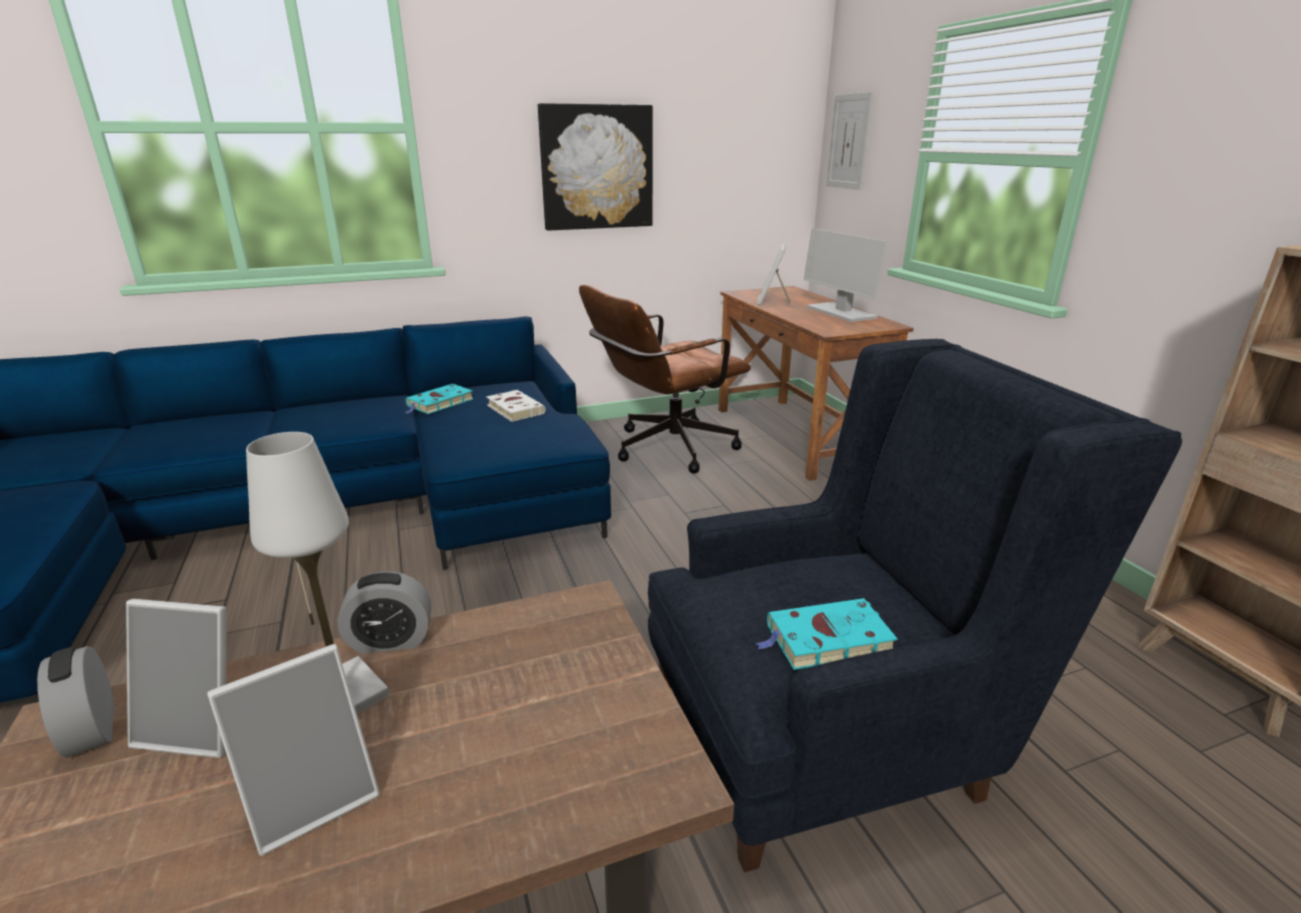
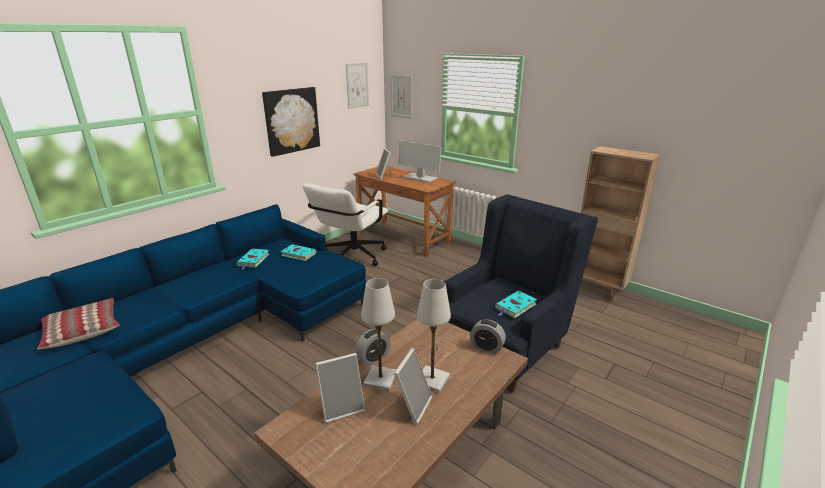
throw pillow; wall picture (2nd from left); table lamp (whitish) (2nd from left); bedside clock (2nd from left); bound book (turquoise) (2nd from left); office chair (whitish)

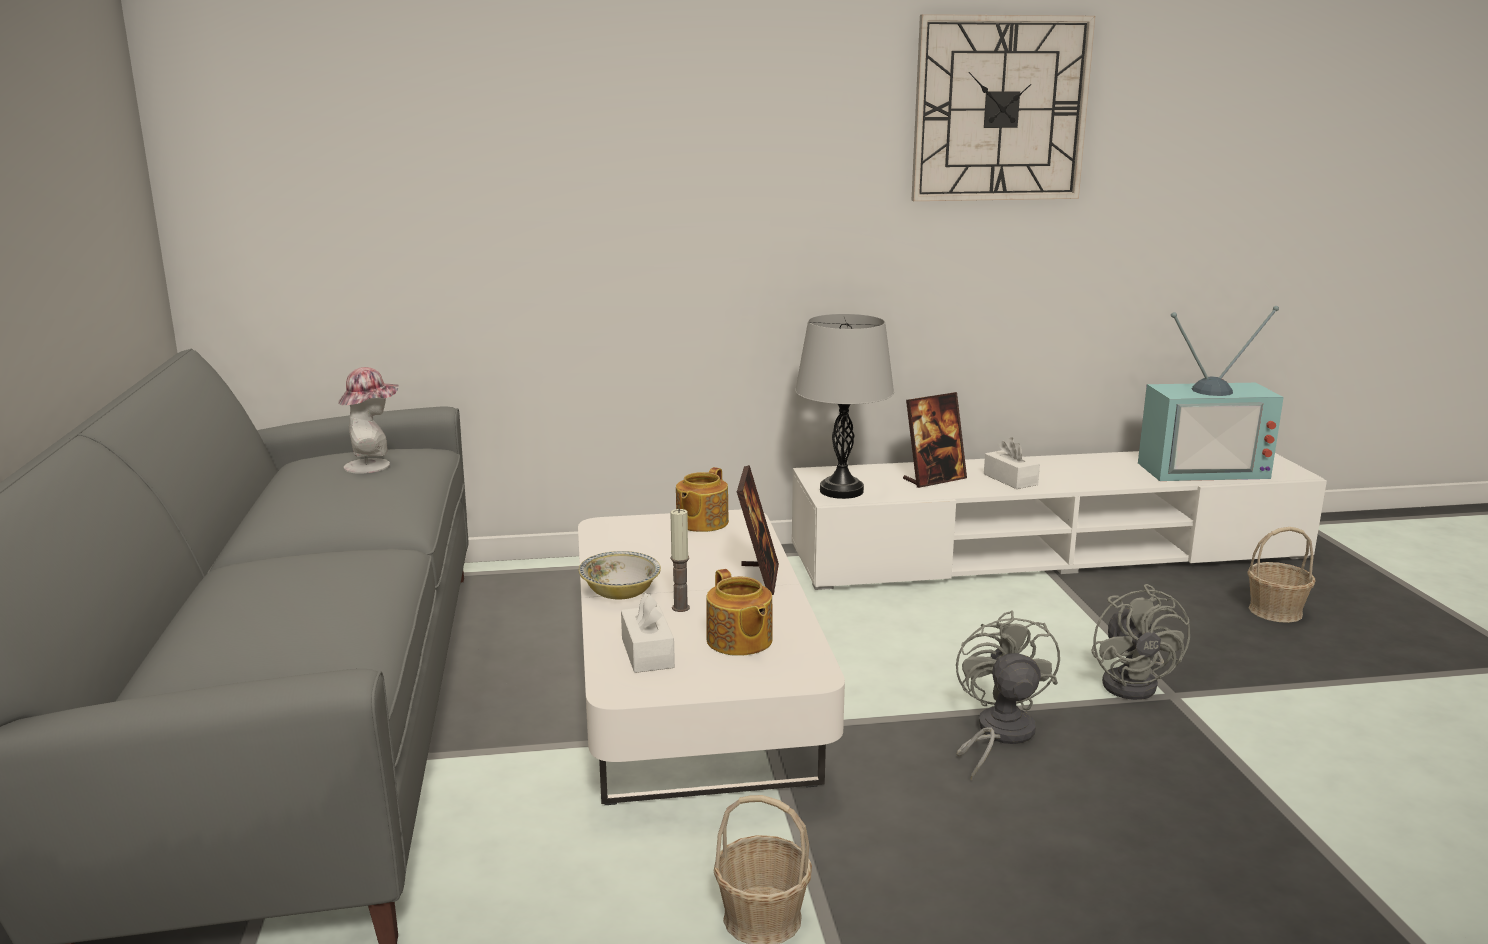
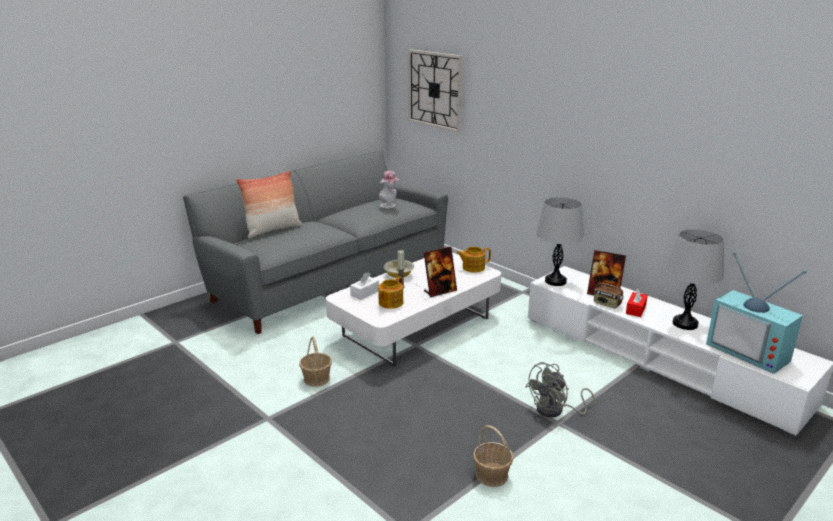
fan (gray) (1st from left in the first image); throw pillow; radio; table lamp (gray) (2nd from left); wall clock; basket (2nd from left); tissue holder (reddish)

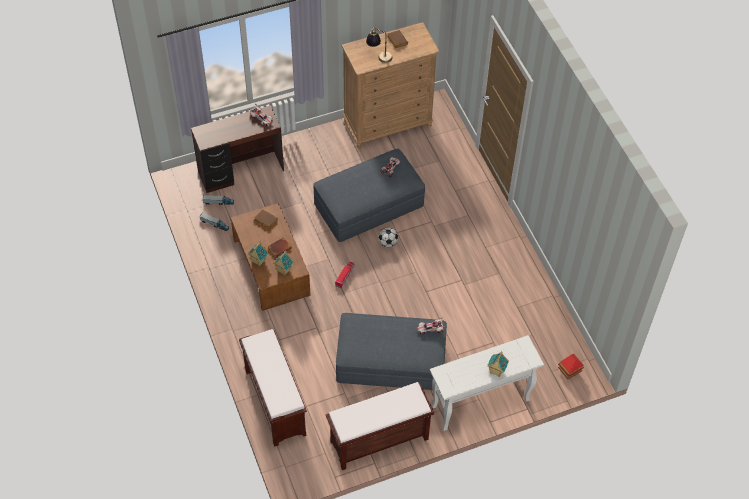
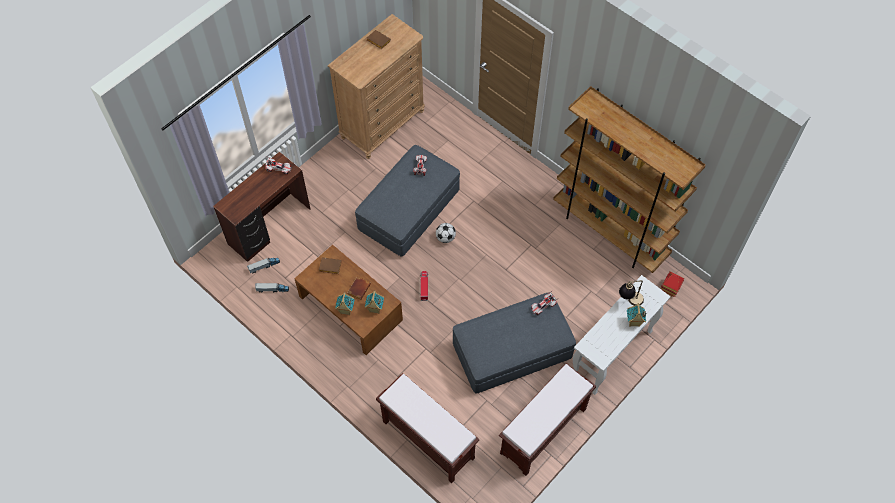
bookshelf (brown-coloured); table lamp

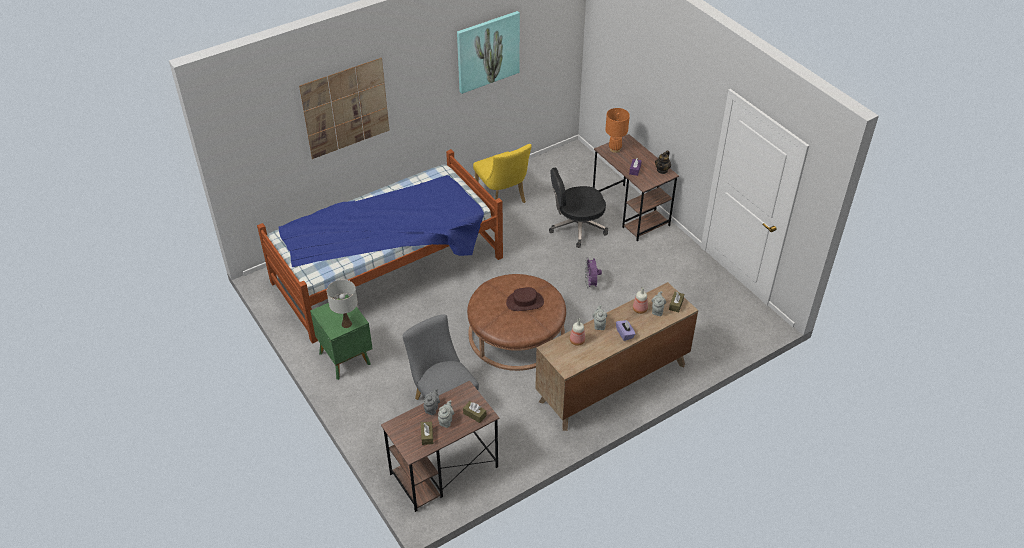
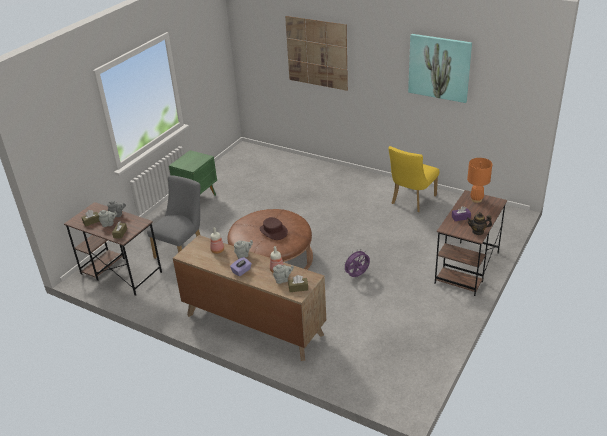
sleeping bed; table lamp (whitish); office chair (black)

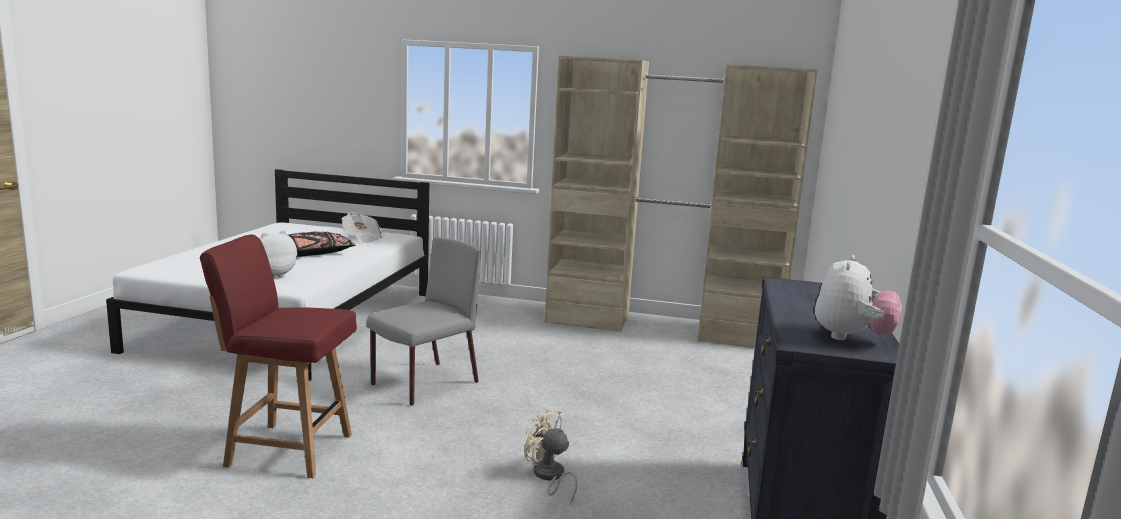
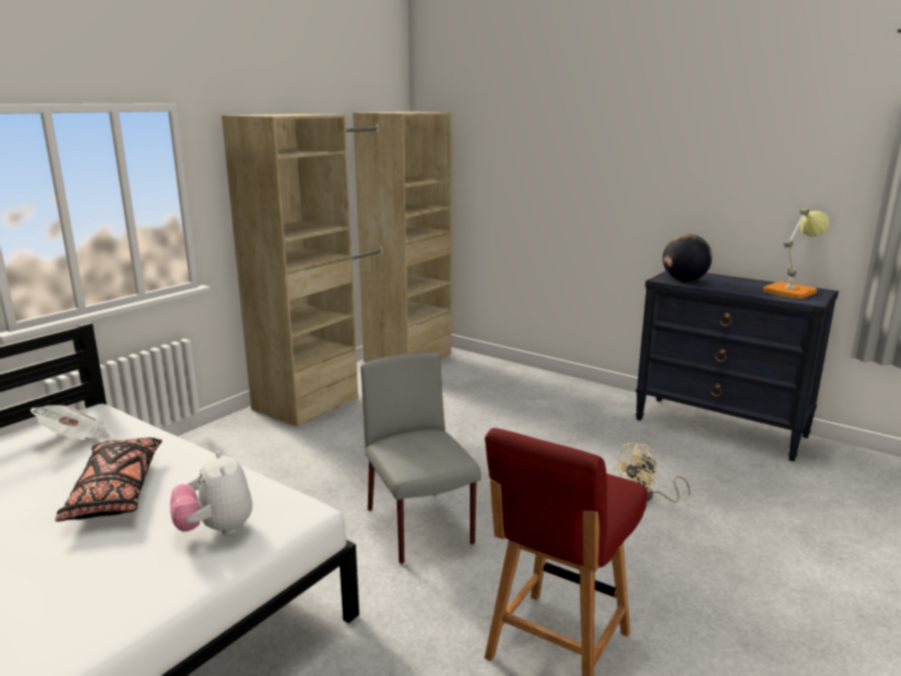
world globe; table lamp

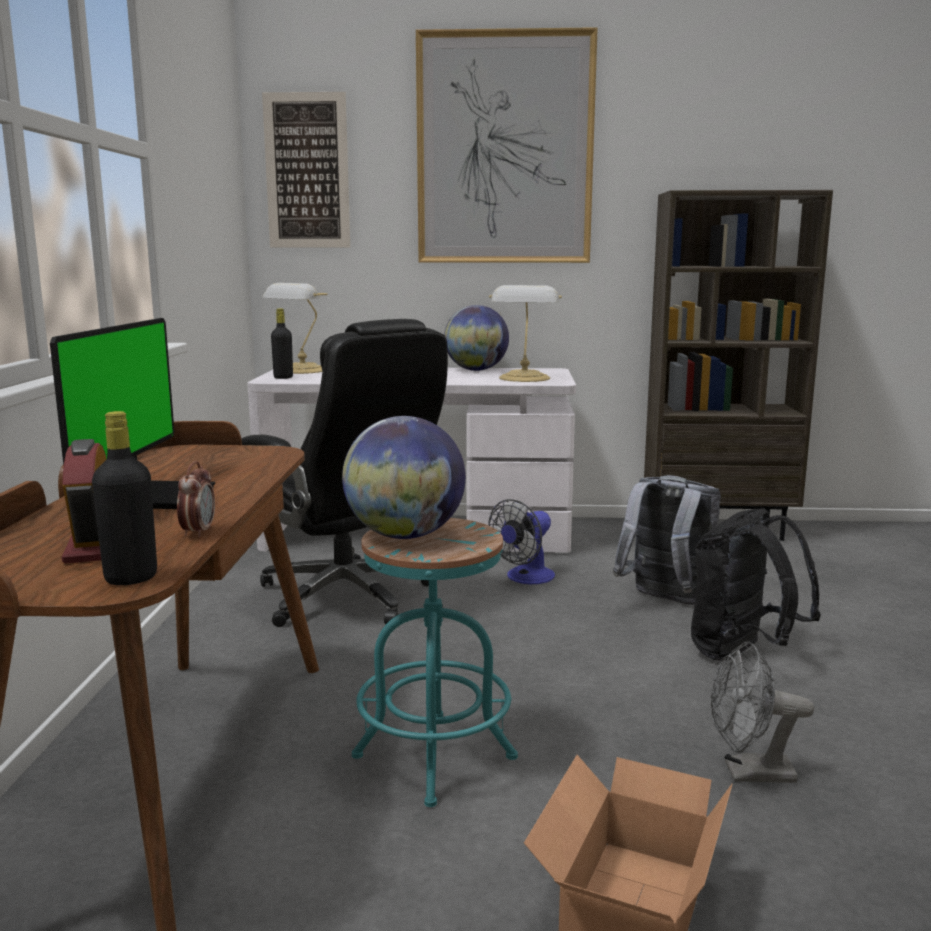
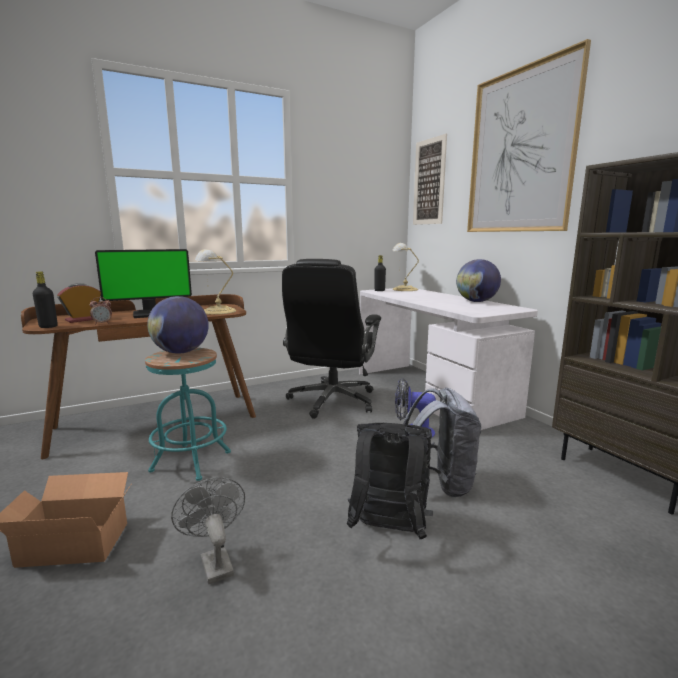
table lamp (1st from left)

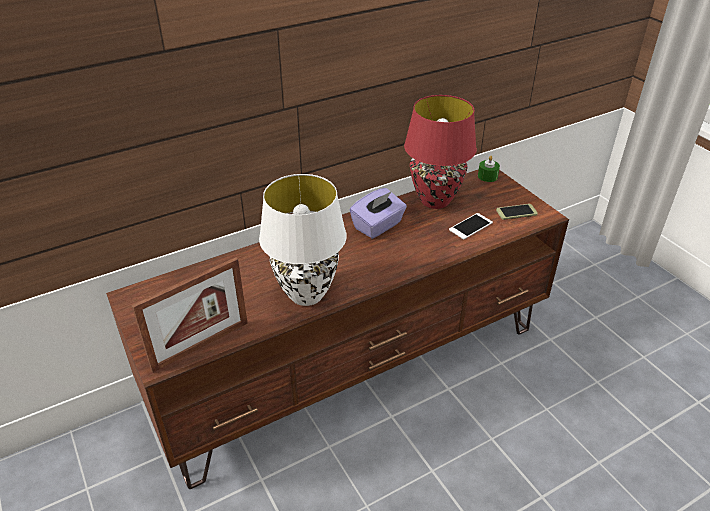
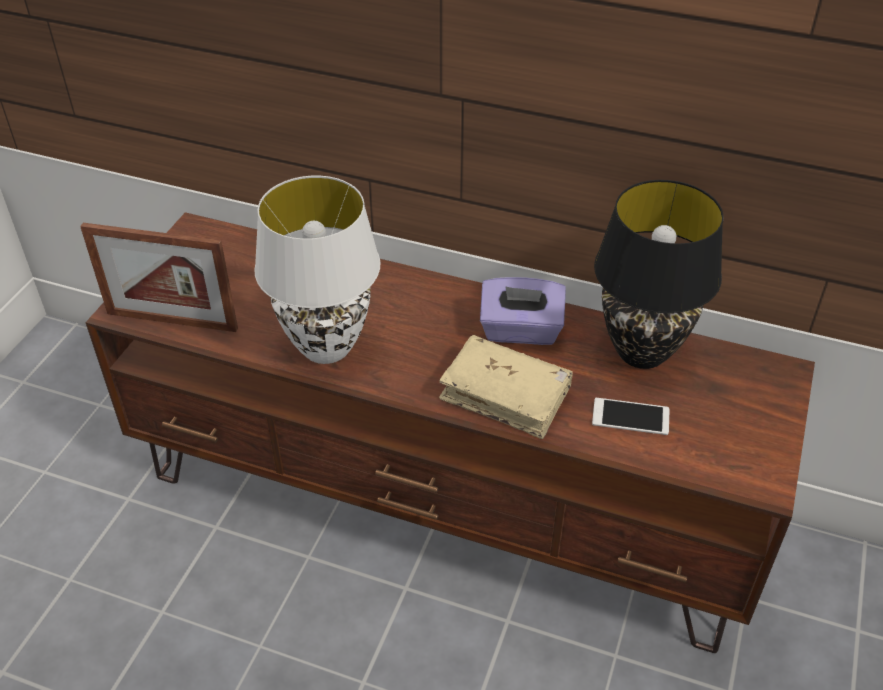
wax light (greenish); handset (2nd from left in the first image); bound book (beige-coloured); table lamp (black)

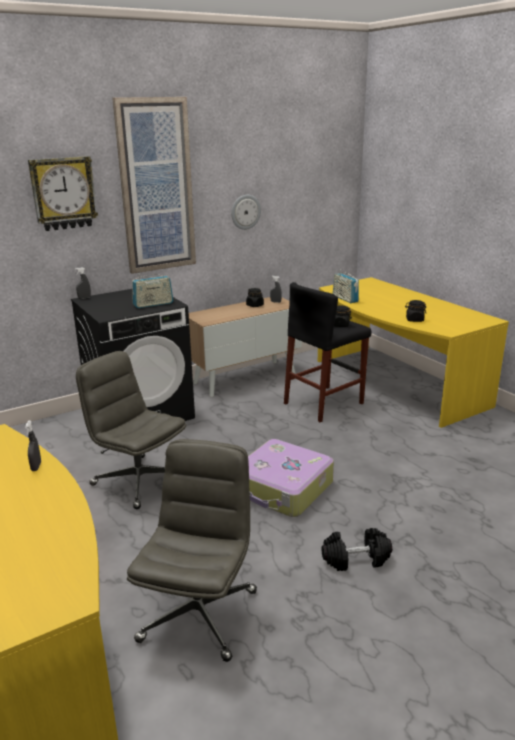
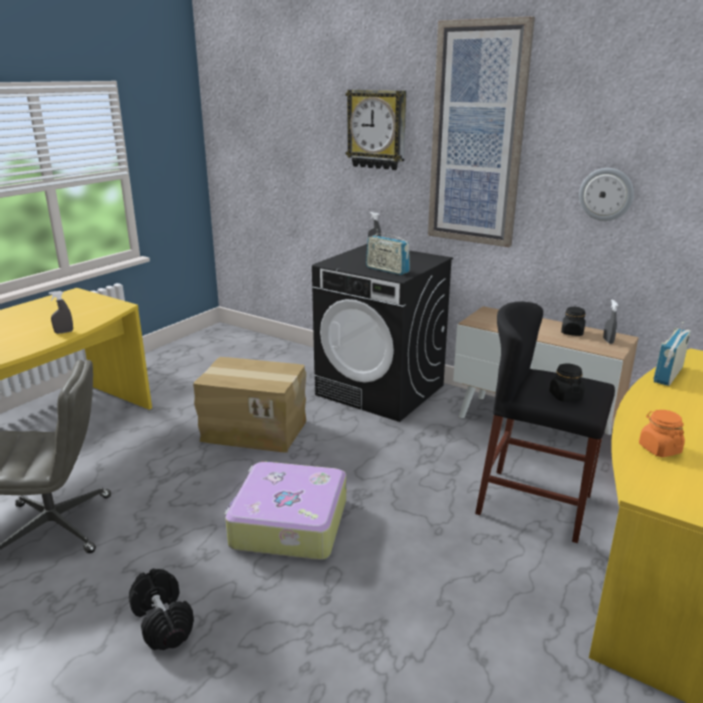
carton; preserve jar (orange)

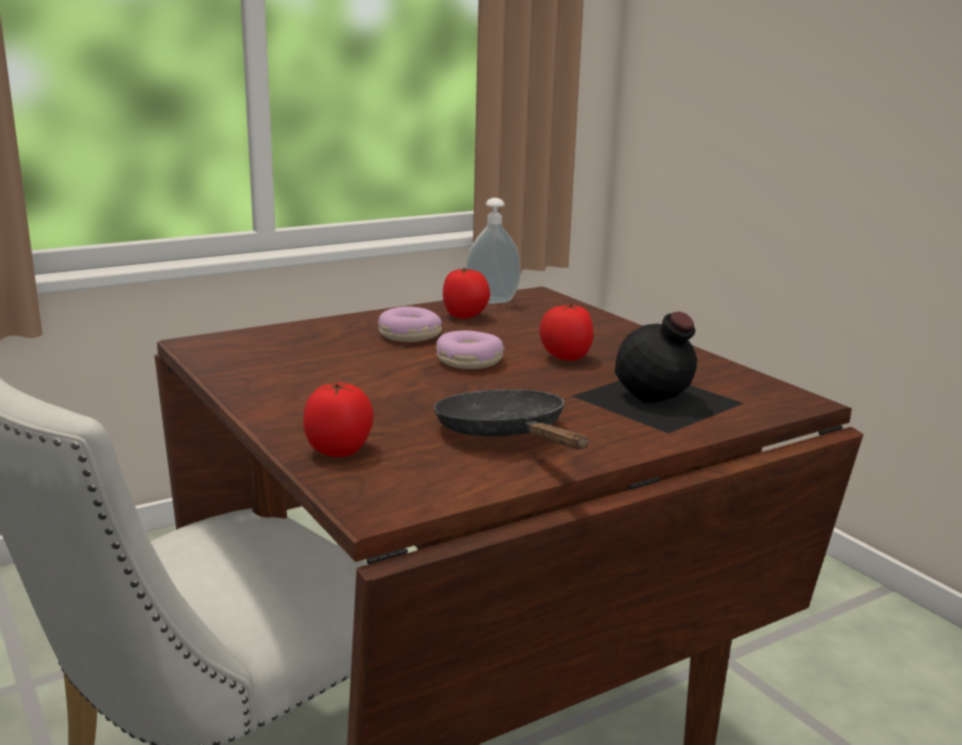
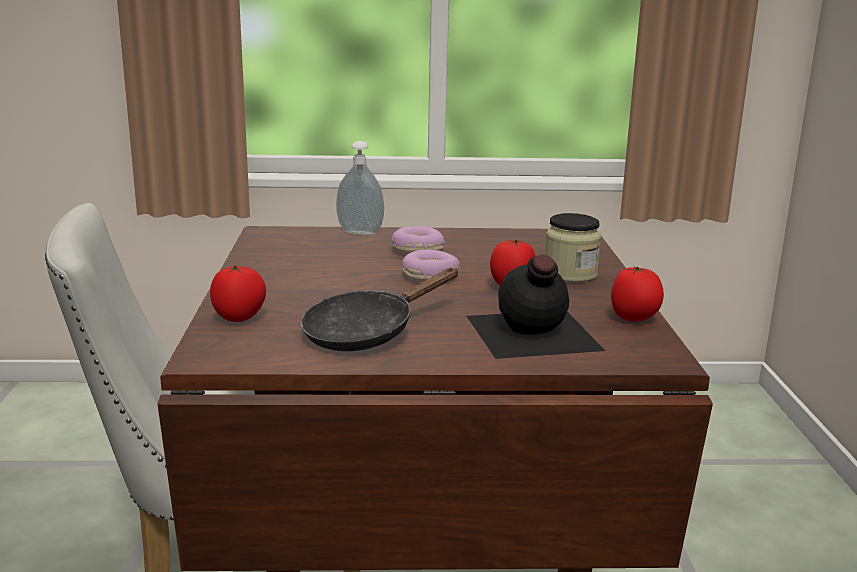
preserve jar; whole tomato (3rd from left); liquid soap bottle; frying pan (black)

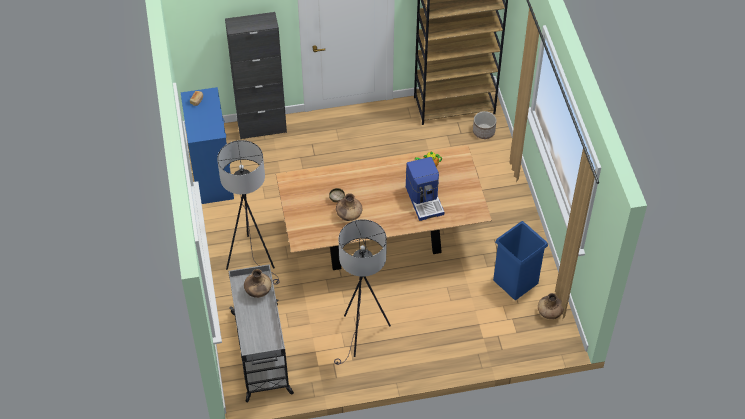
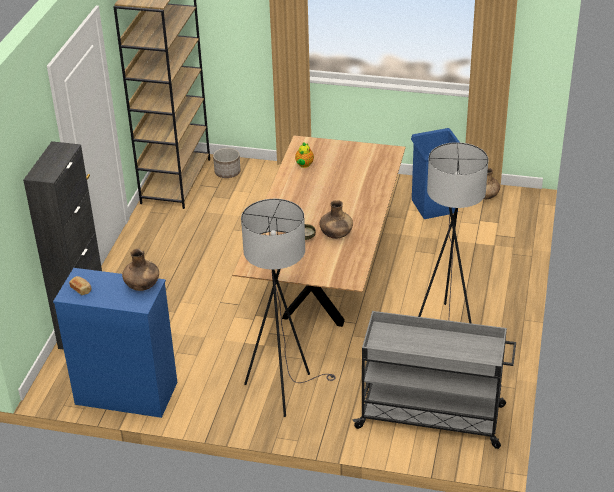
coffee machine; decorative vase (brown-coloured) (1st from left)

